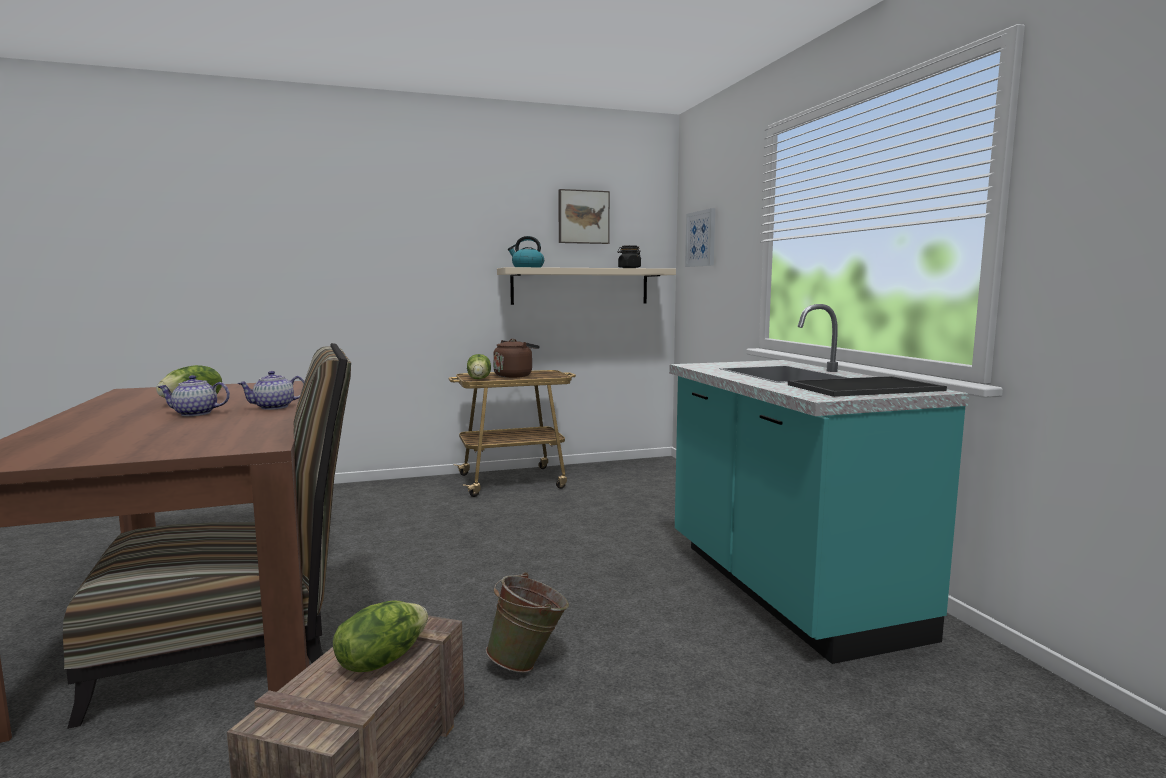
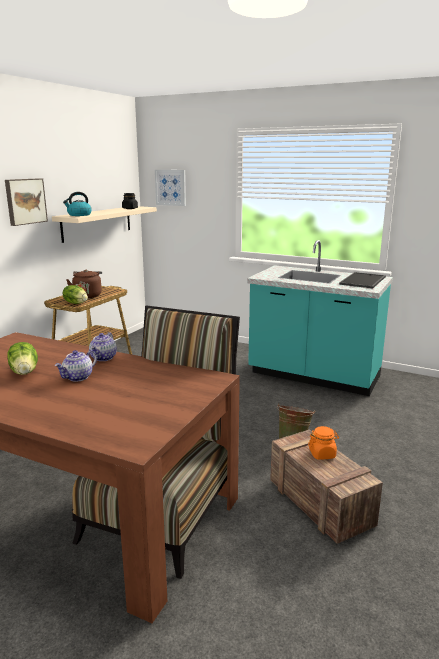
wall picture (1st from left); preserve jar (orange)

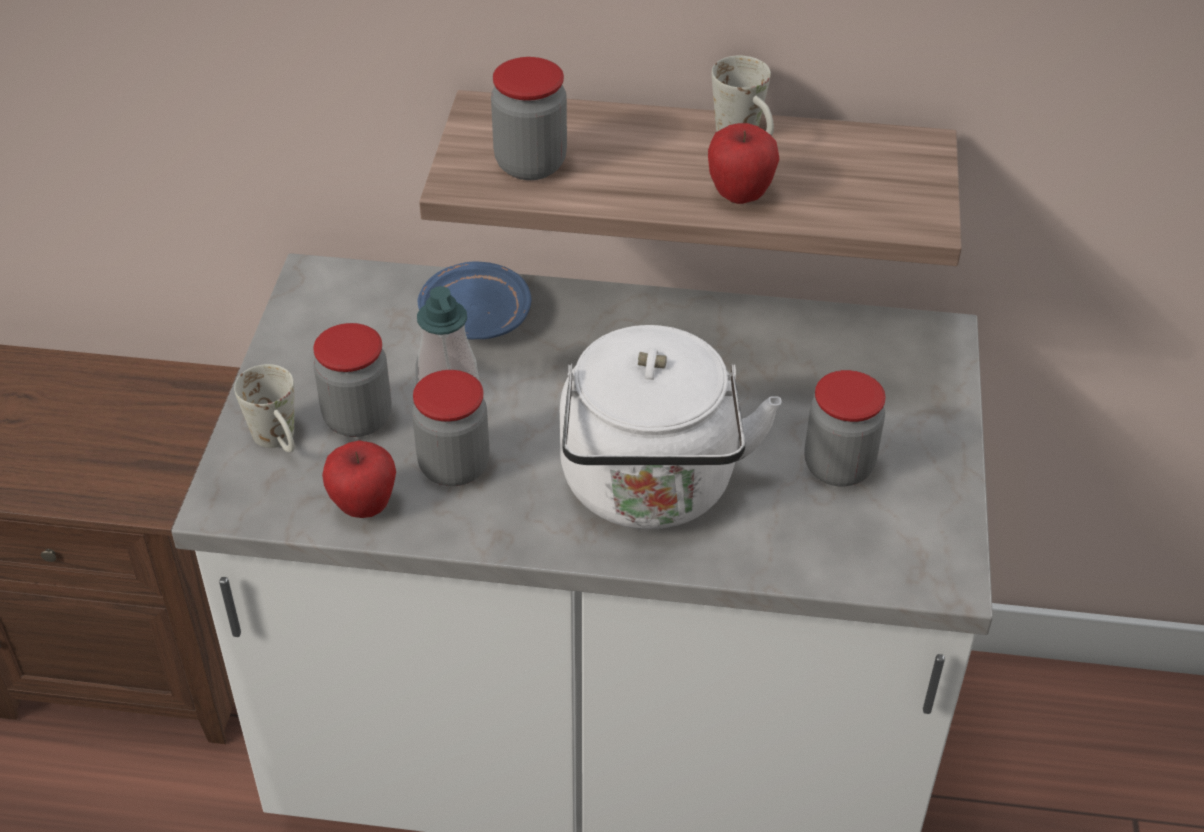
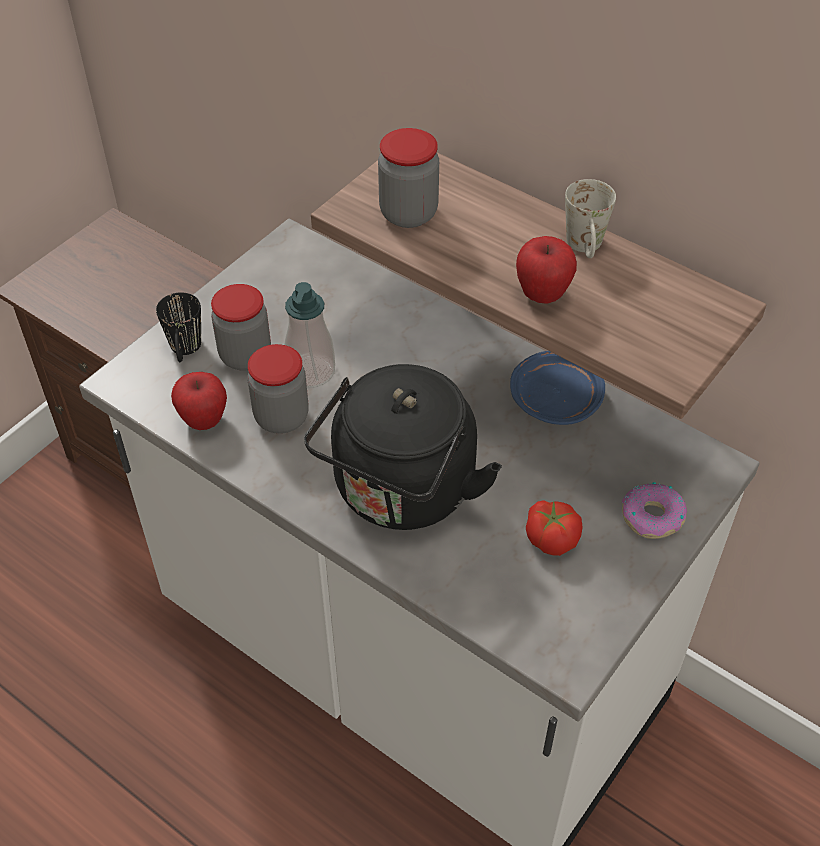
doughnut; flat dish (blue-coloured); whole tomato; mug (black); water kettle (black)

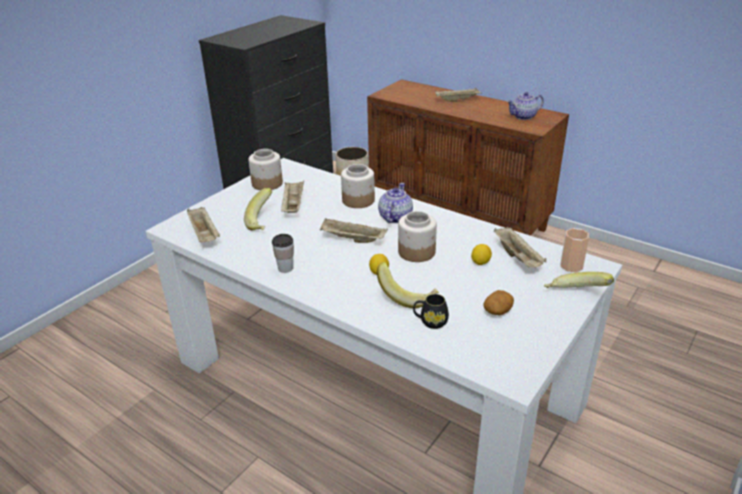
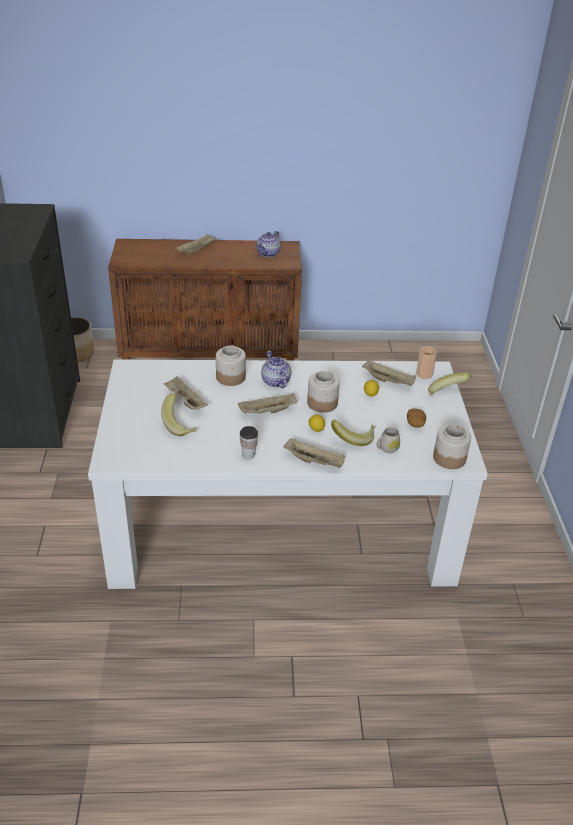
serving tray (beige-coloured) (4th from left); preserve jar (3rd from left); mug (whitish)

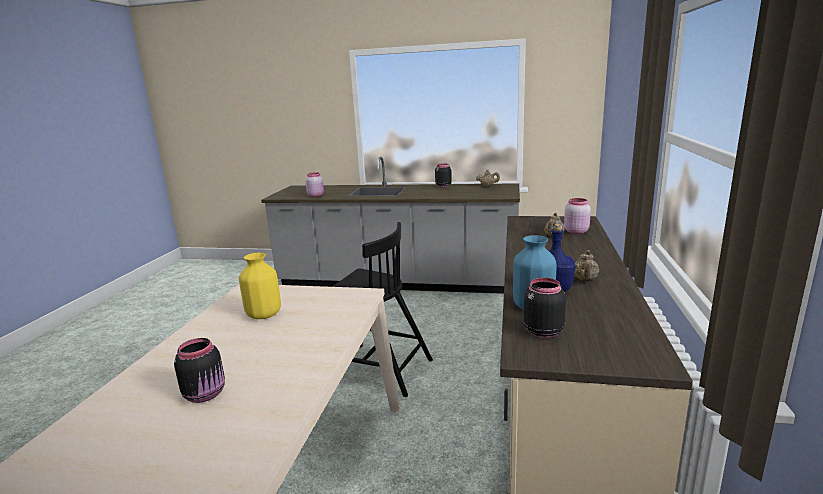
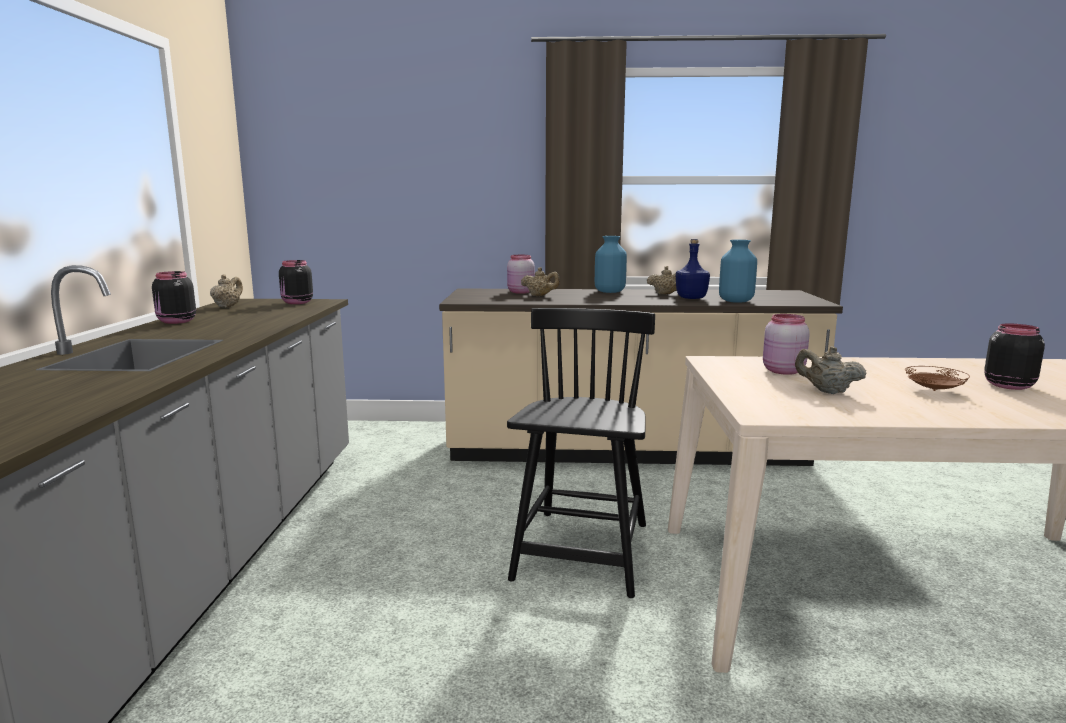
decorative vase (blue-coloured) (1st from left); flat dish (brown-coloured); preserve jar (pinkish) (2nd from left); preserve jar (black) (2nd from left); pot for tea (beige-coloured) (4th from left)

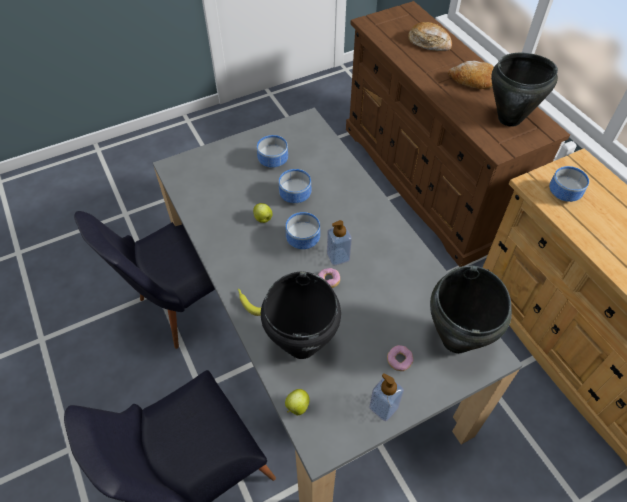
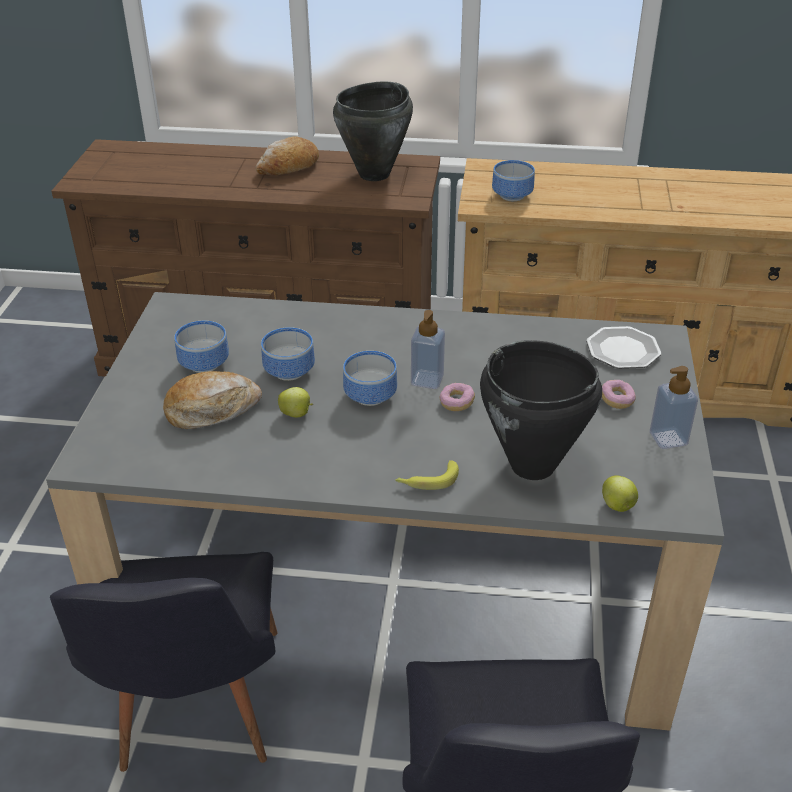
baked bread (1st from left); flat dish

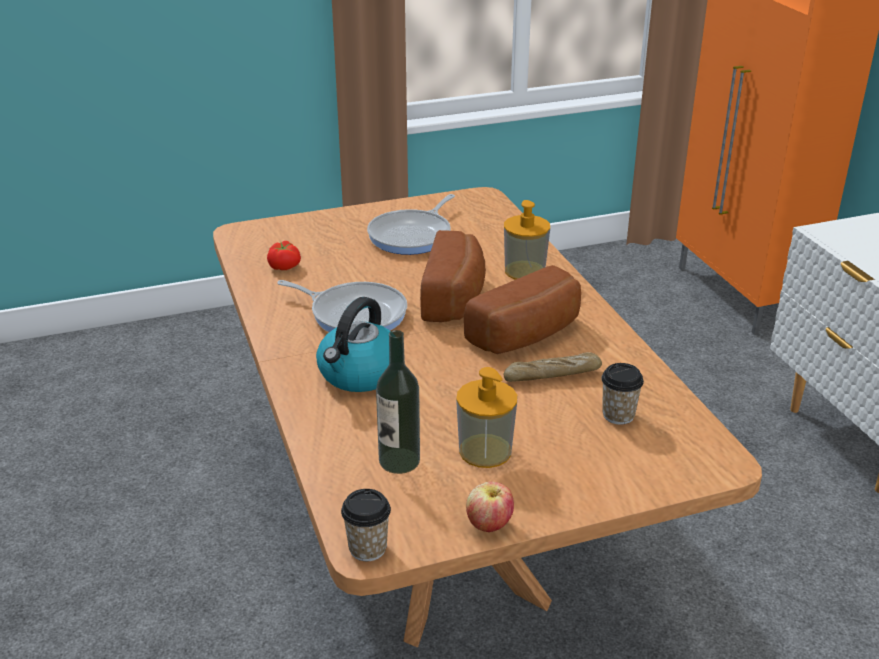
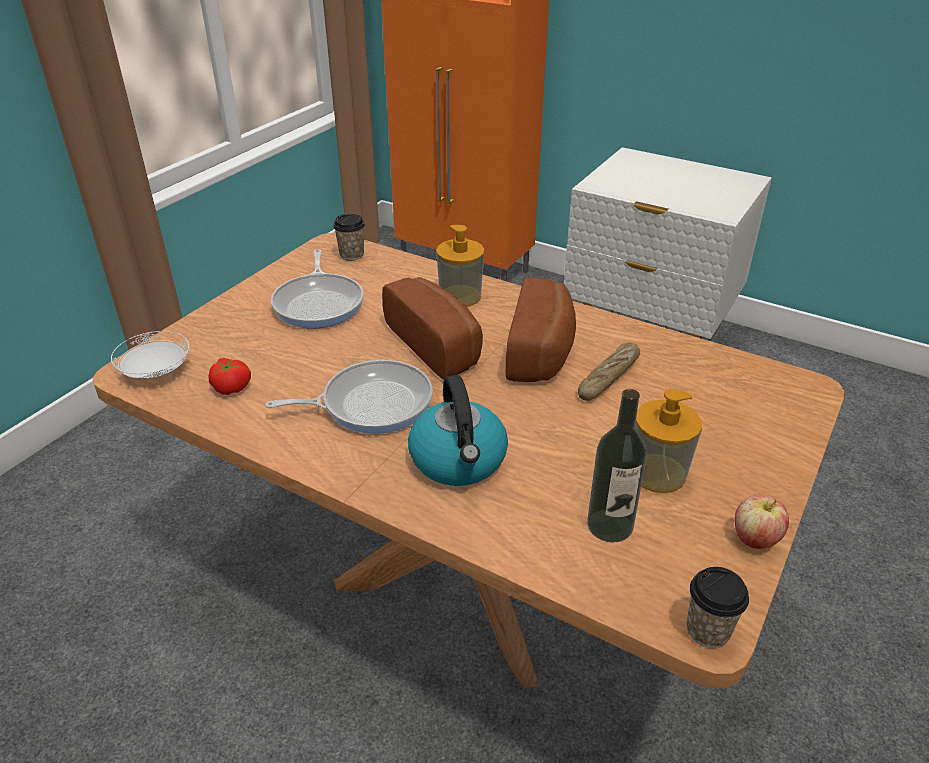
flat dish (whitish); cup (1st from left)

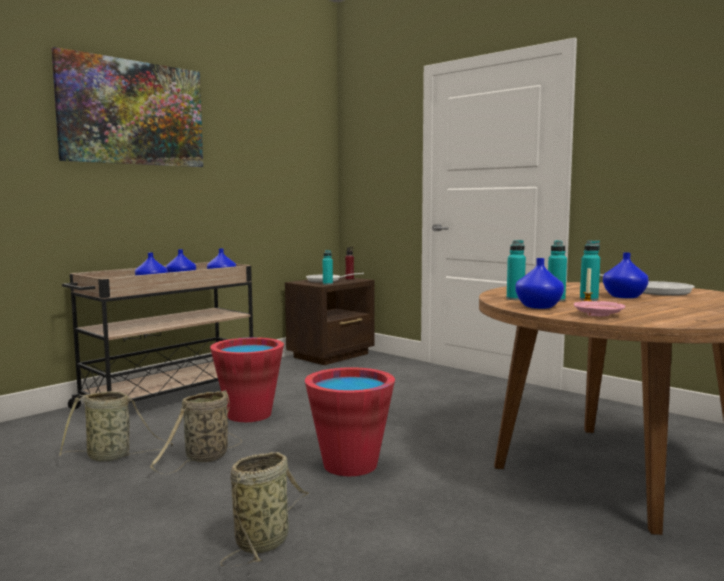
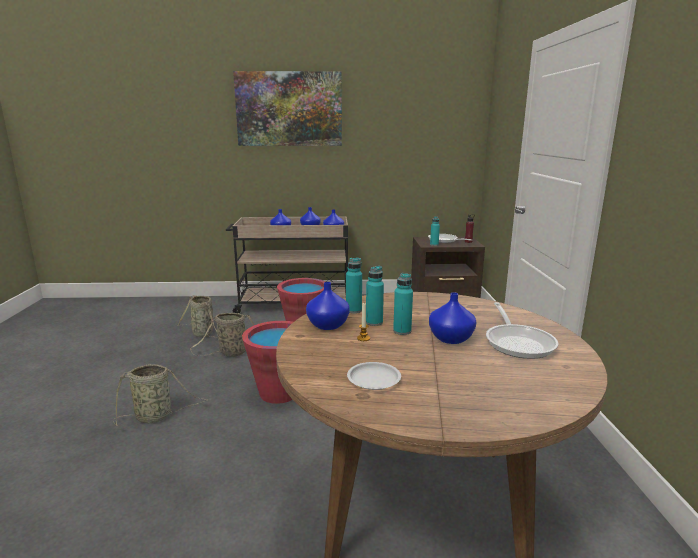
flat dish (pinkish); flat dish (whitish)

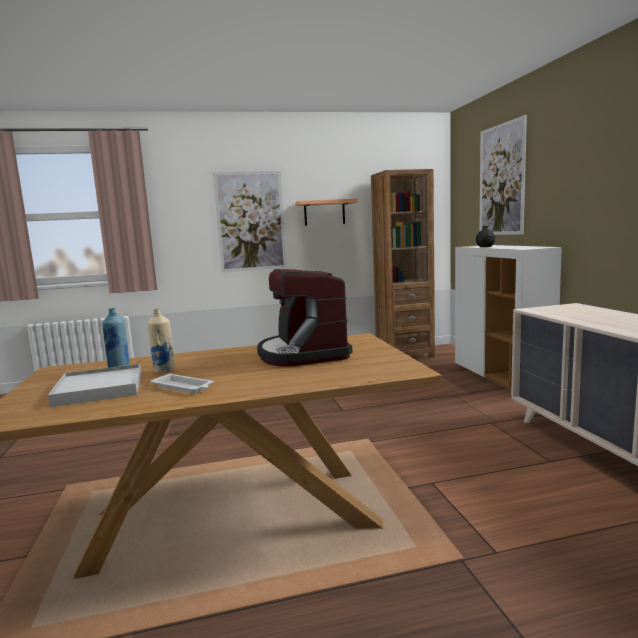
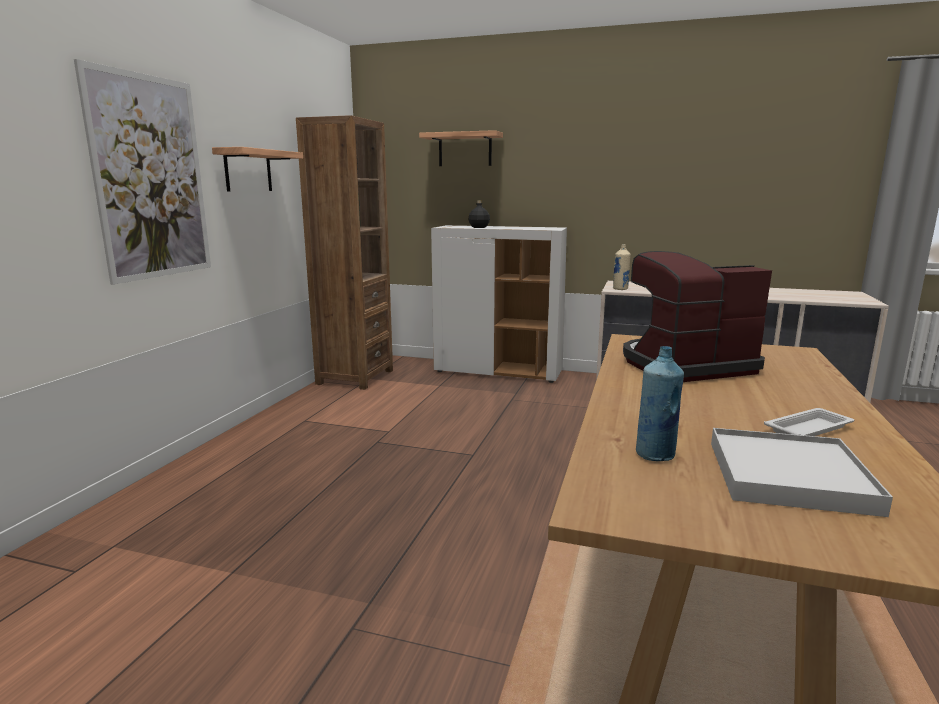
drink bottle (beige-coloured); wall shelf (2nd from left); coffee machine

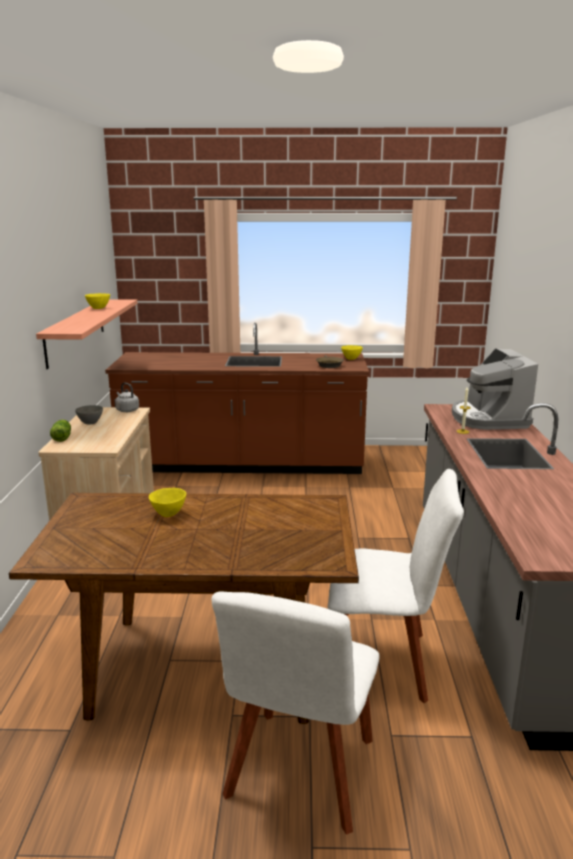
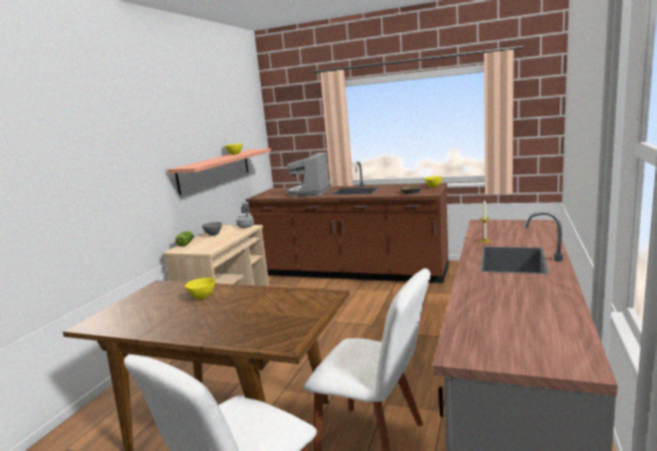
coffee machine

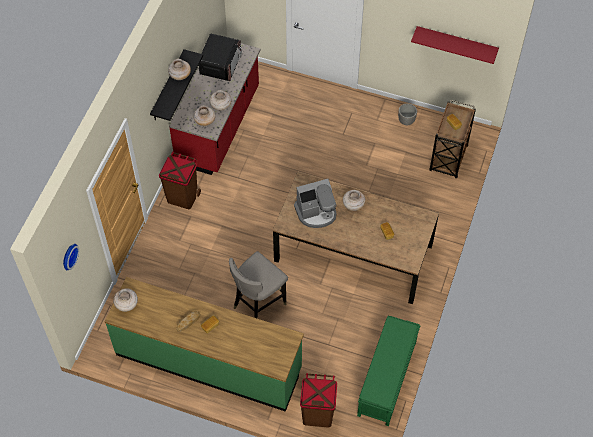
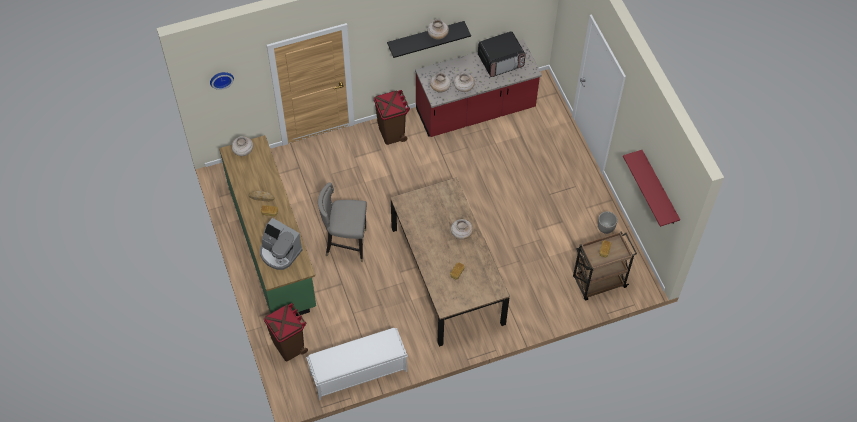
coffee machine; bench (whitish)

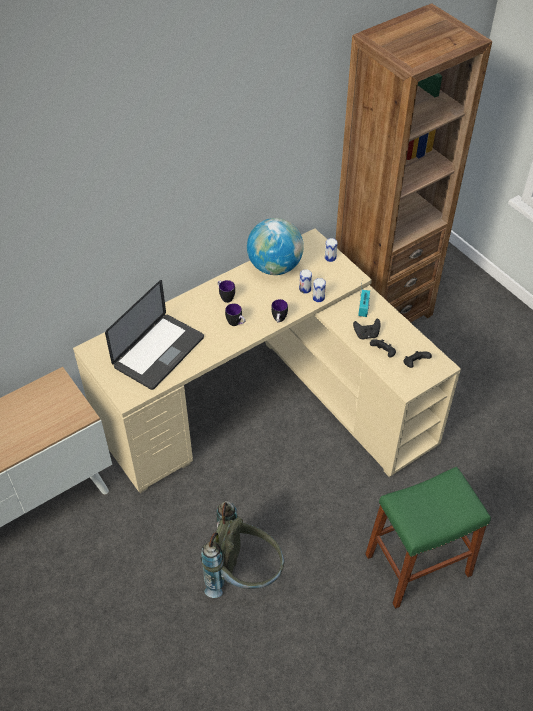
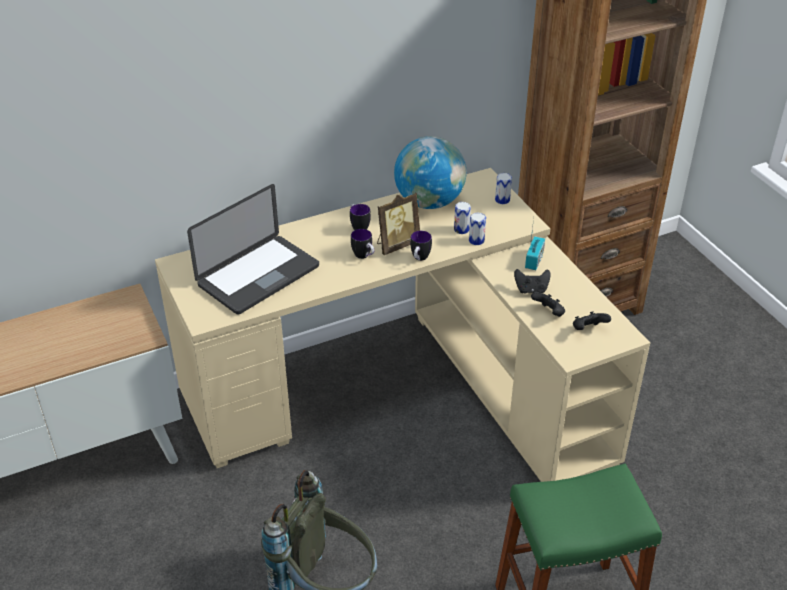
standing frame

